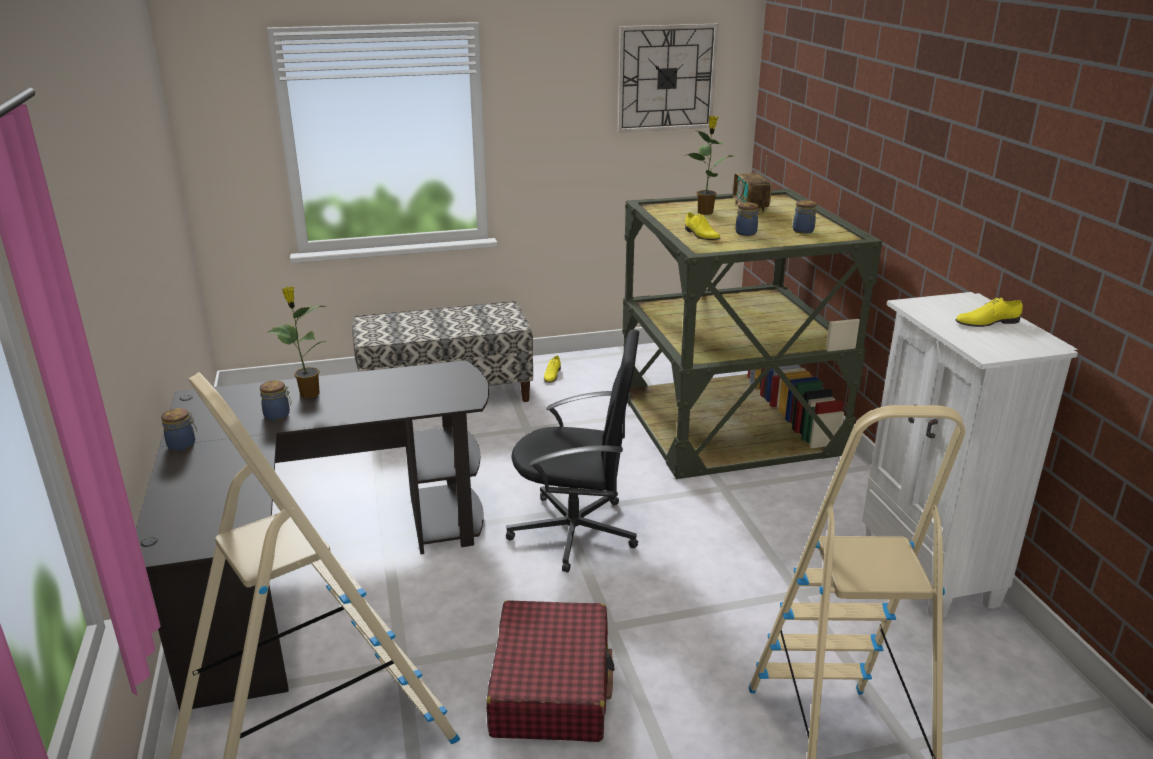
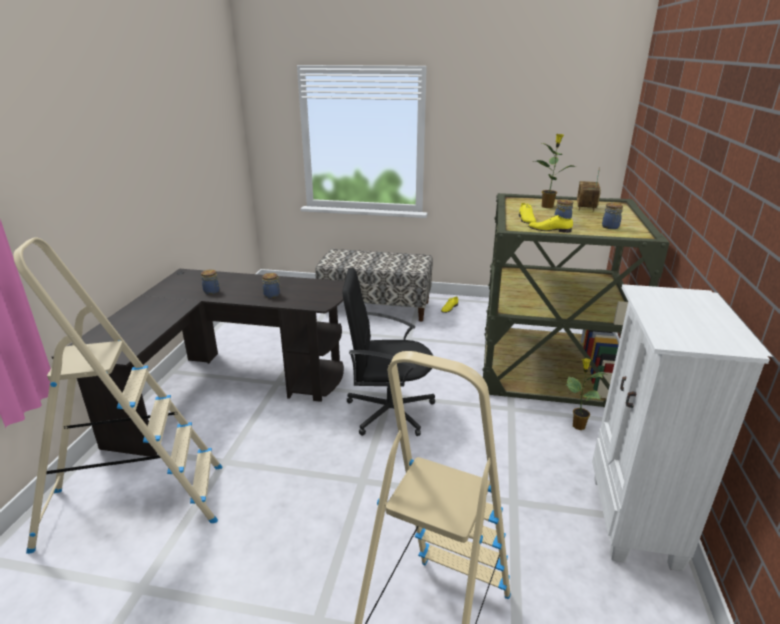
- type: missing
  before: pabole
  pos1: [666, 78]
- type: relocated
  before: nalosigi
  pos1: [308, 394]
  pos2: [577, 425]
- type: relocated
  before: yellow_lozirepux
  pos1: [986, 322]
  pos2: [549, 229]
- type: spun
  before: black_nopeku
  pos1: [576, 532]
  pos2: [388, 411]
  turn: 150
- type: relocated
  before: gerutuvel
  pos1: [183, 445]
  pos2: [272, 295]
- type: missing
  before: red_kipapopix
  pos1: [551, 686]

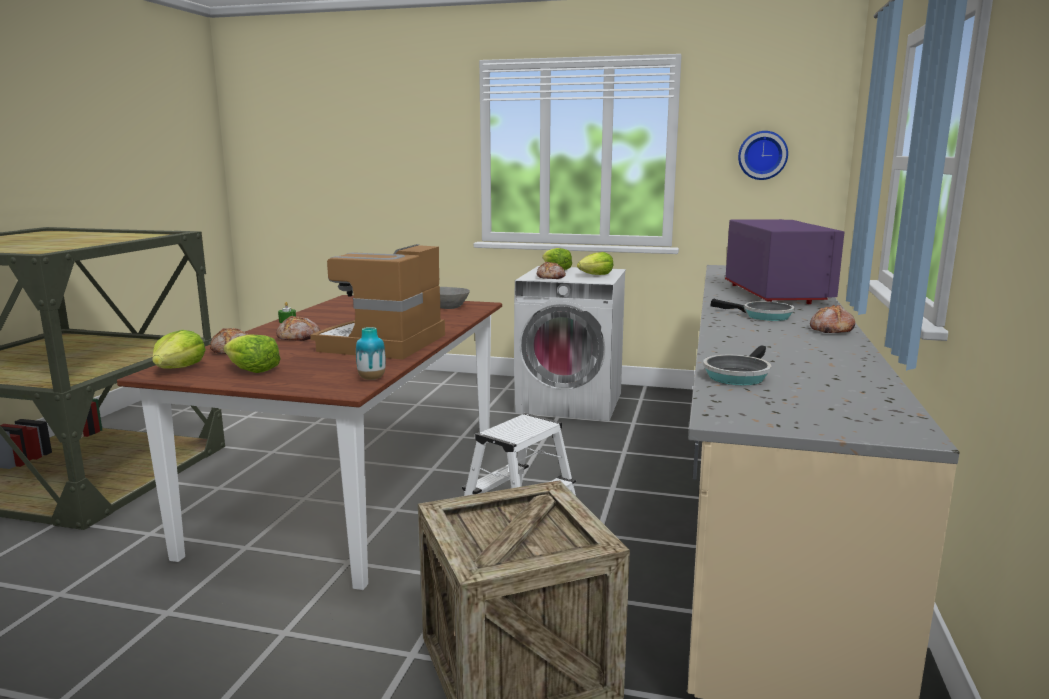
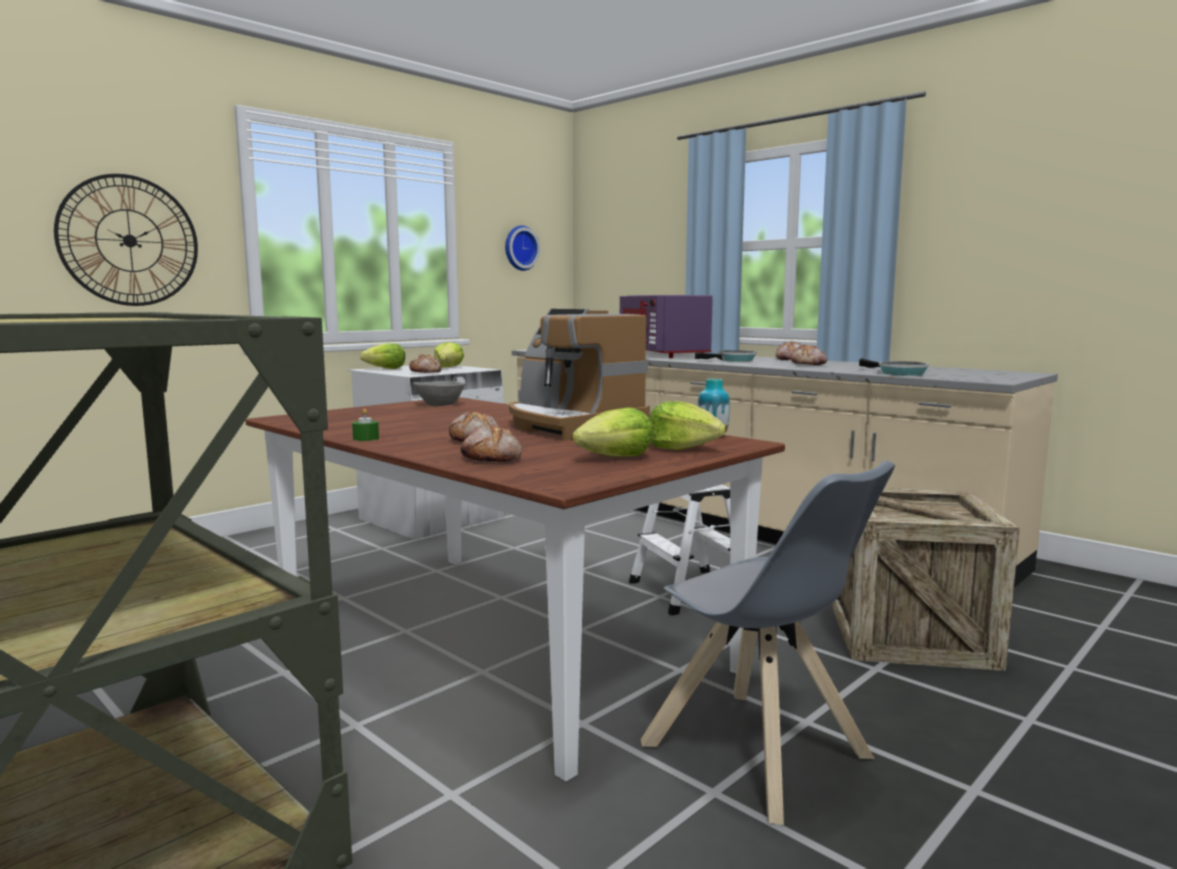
- type: spun
  before: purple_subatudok
  pos1: [775, 294]
  pos2: [664, 354]
  turn: -135
- type: relocated
  before: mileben
  pos1: [179, 368]
  pos2: [682, 448]
- type: appeared
  after: pabole
  pos2: [129, 241]
- type: appeared
  after: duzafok
  pos2: [809, 364]
- type: appeared
  after: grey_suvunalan
  pos2: [760, 754]

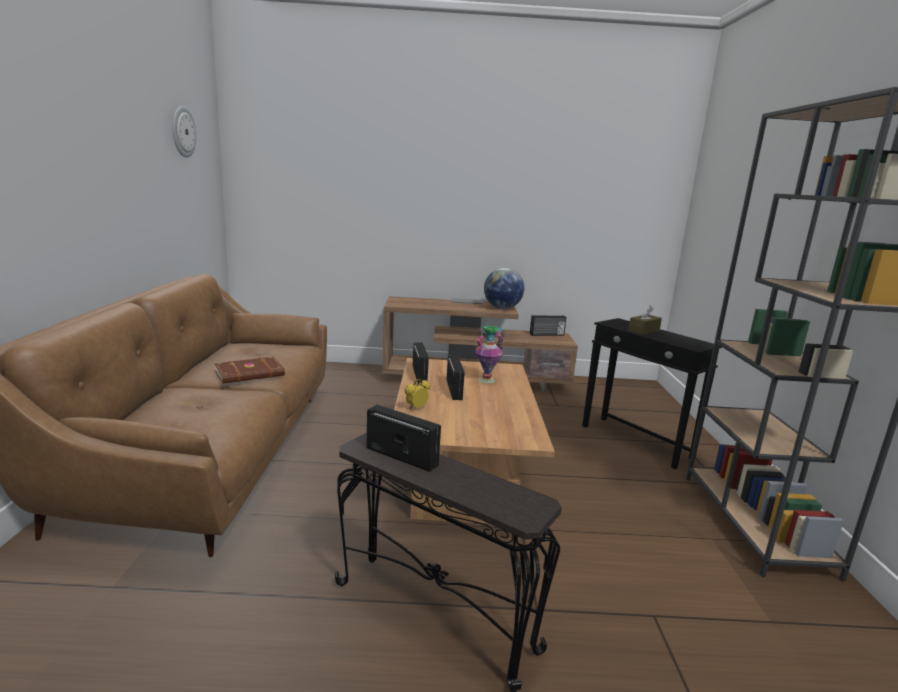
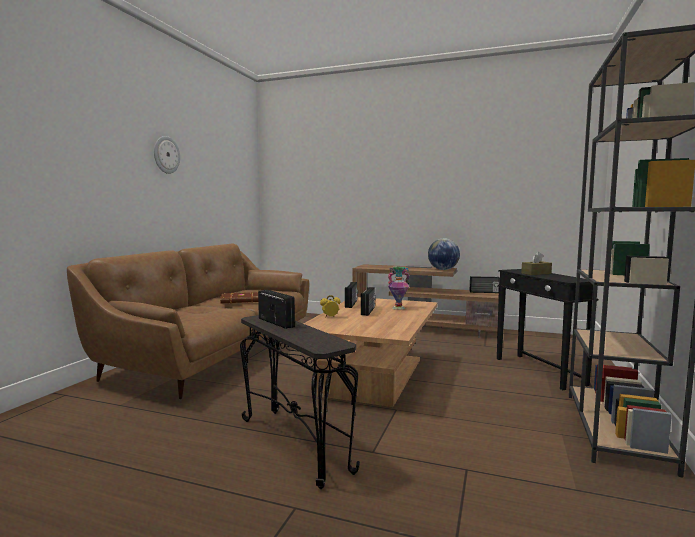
- type: relocated
  before: pabole
  pos1: [182, 132]
  pos2: [166, 155]

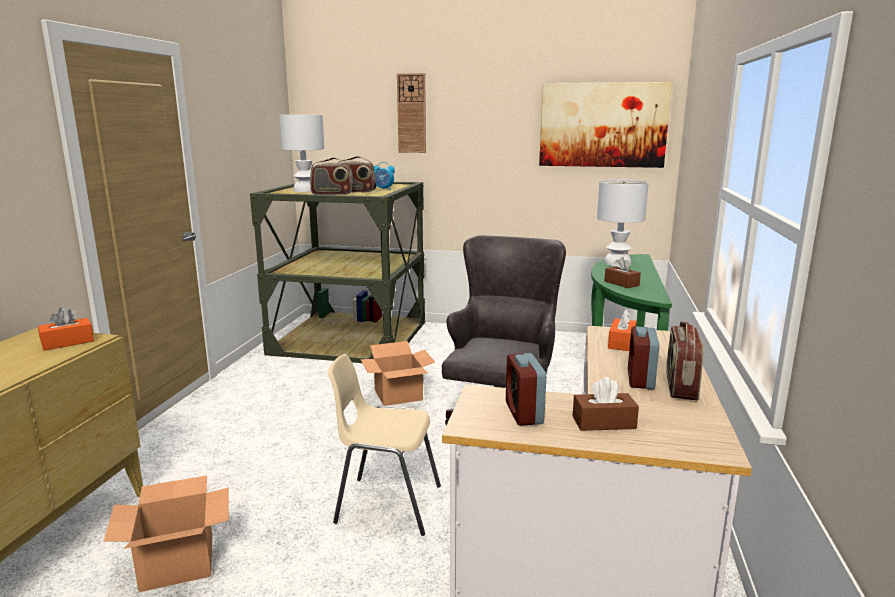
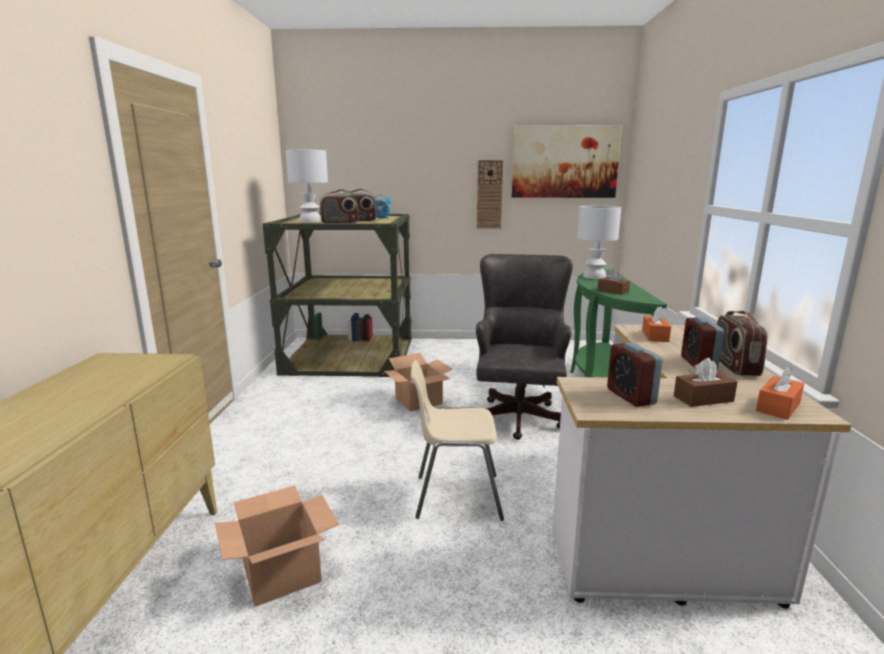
- type: relocated
  before: pabole
  pos1: [411, 113]
  pos2: [489, 194]
- type: relocated
  before: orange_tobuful
  pos1: [68, 342]
  pos2: [778, 407]

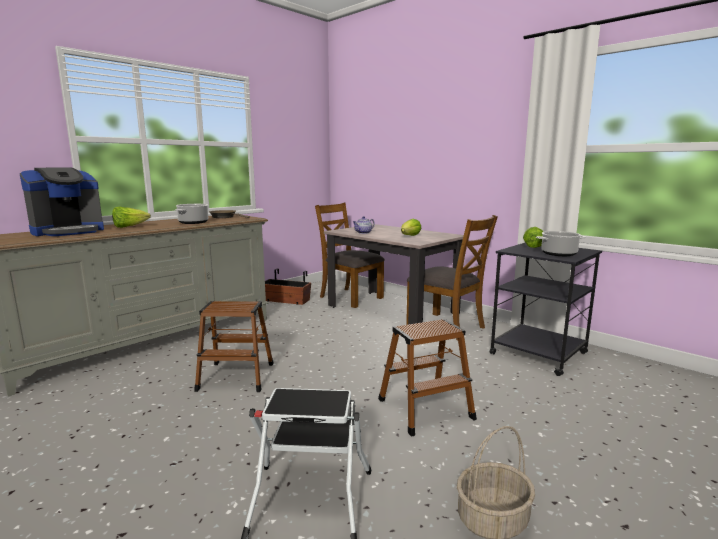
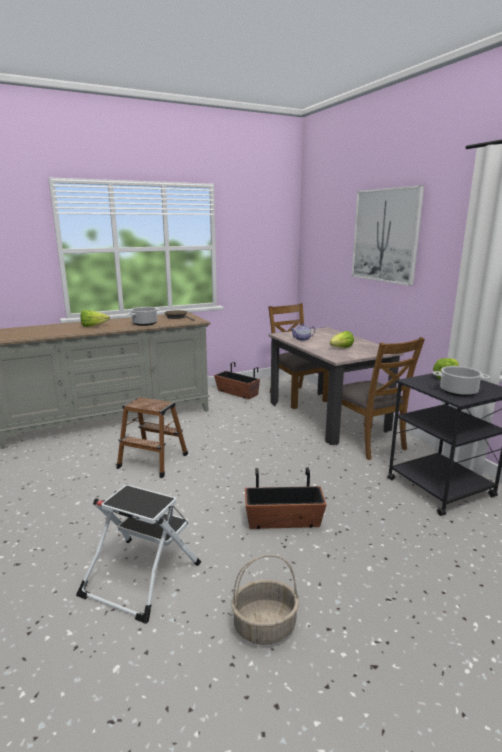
- type: missing
  before: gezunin
  pos1: [68, 231]
- type: exchanged
  before: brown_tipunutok
  after: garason
  pos1: [425, 408]
  pos2: [283, 520]
- type: appeared
  after: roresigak
  pos2: [385, 235]

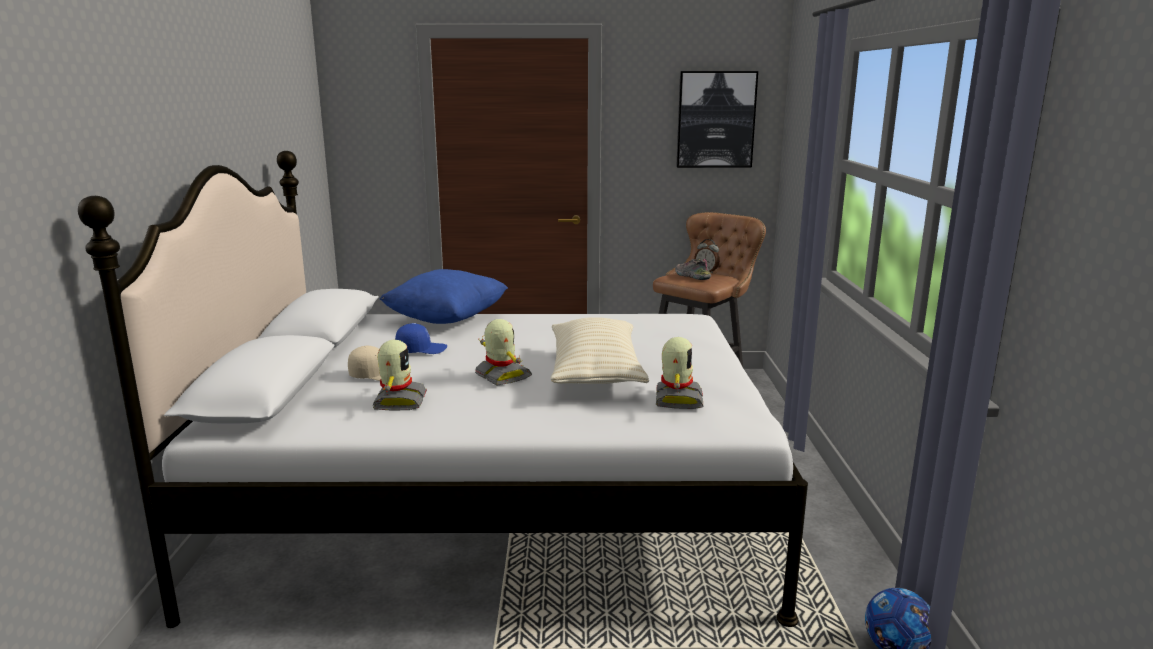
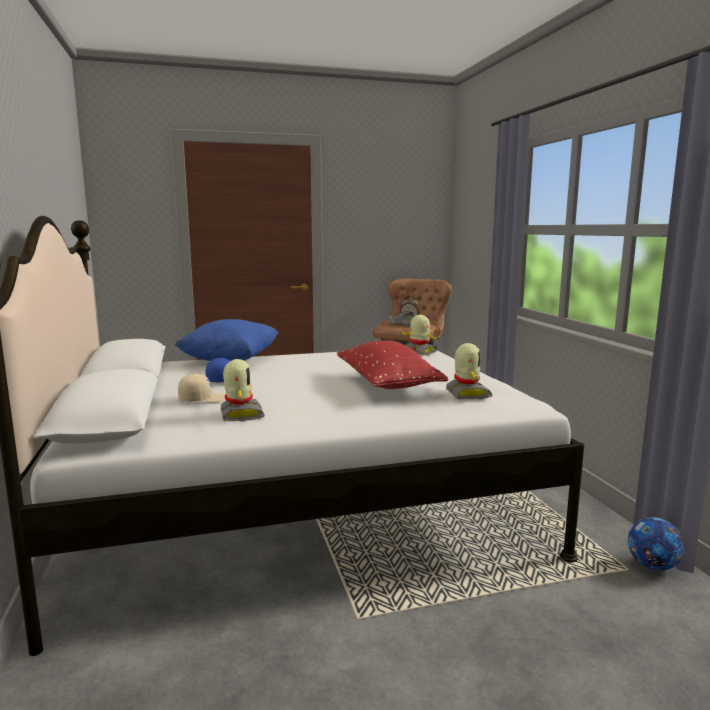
- type: missing
  before: roresigak
  pos1: [715, 120]
- type: colour
  before: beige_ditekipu
  after: red_ditekipu
  pos1: [595, 373]
  pos2: [387, 384]
- type: relocated
  before: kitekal
  pos1: [502, 376]
  pos2: [419, 352]

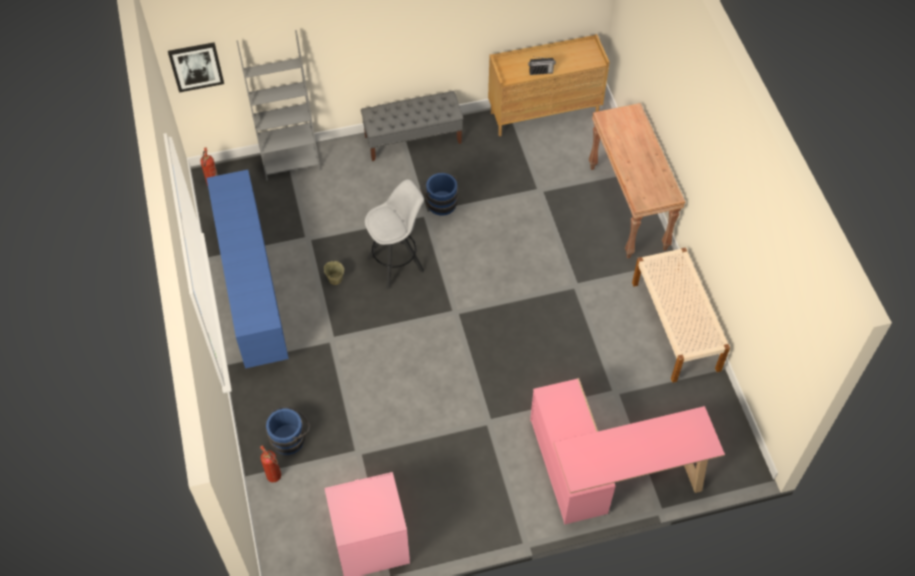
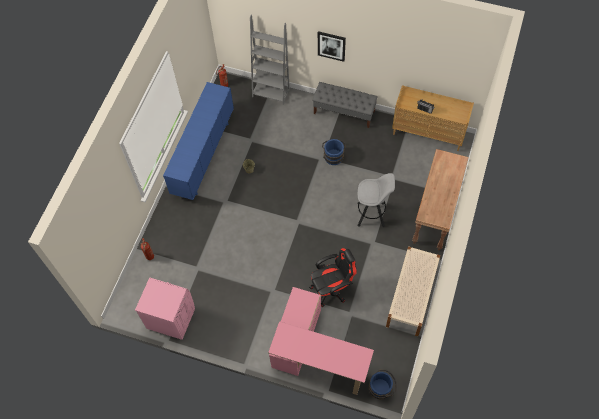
- type: relocated
  before: roresigak
  pos1: [196, 66]
  pos2: [331, 46]
- type: relocated
  before: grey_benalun
  pos1: [397, 264]
  pos2: [372, 214]
- type: relocated
  before: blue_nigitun
  pos1: [290, 437]
  pos2: [382, 388]
- type: appeared
  after: black_nopeku
  pos2: [332, 288]

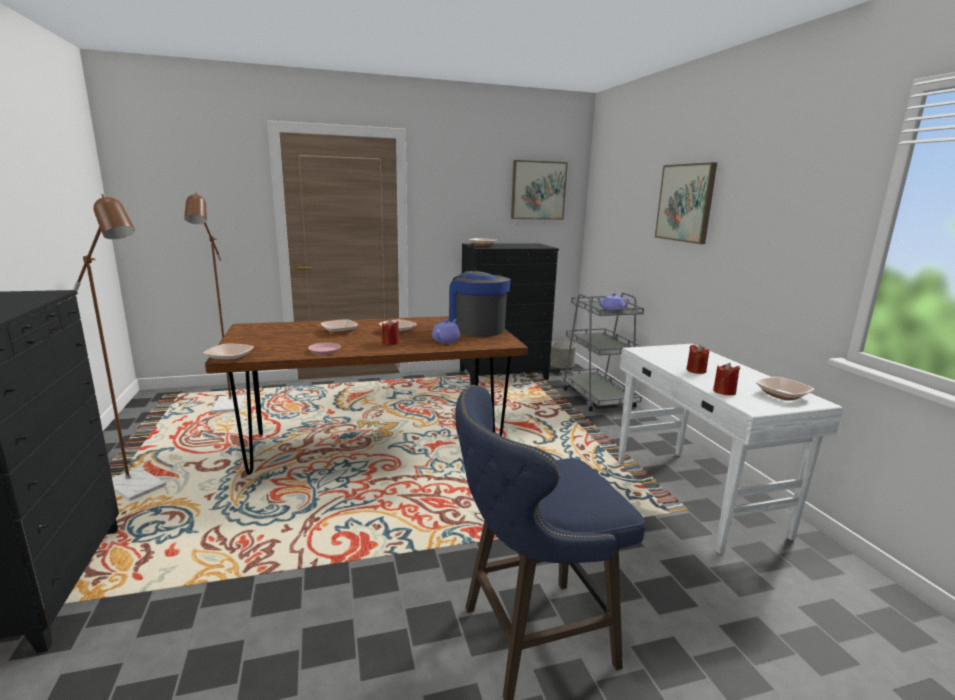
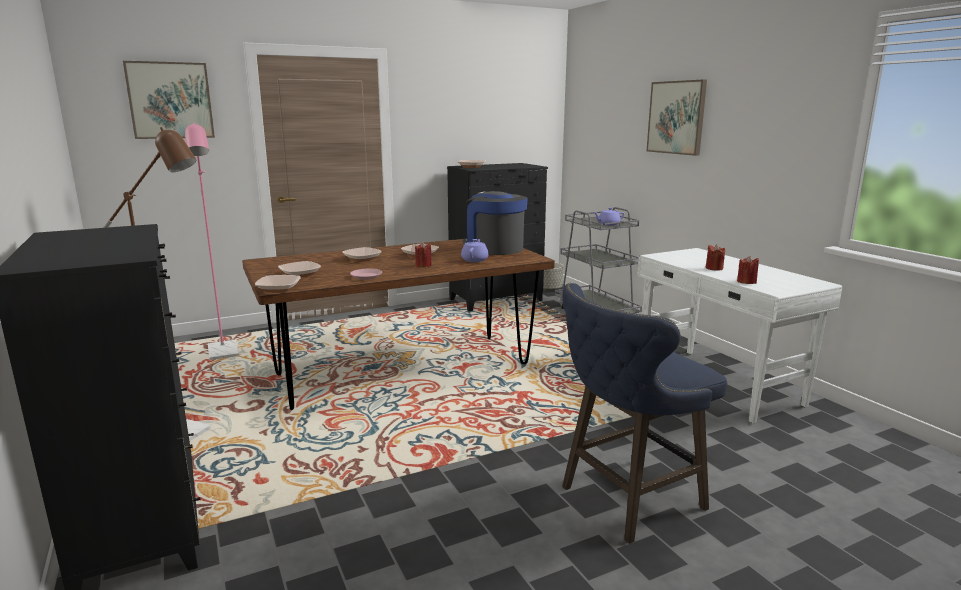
- type: relocated
  before: roresigak
  pos1: [538, 190]
  pos2: [170, 100]
- type: colour
  before: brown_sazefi
  after: pink_sazefi
  pos1: [227, 408]
  pos2: [224, 354]
- type: relocated
  before: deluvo
  pos1: [782, 395]
  pos2: [300, 274]

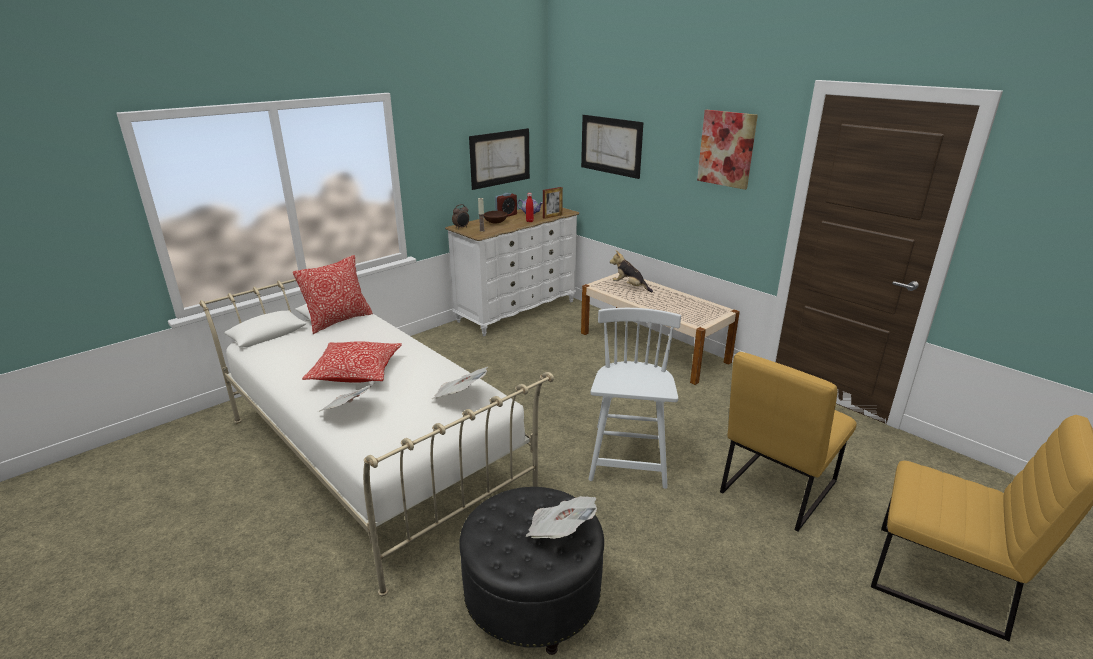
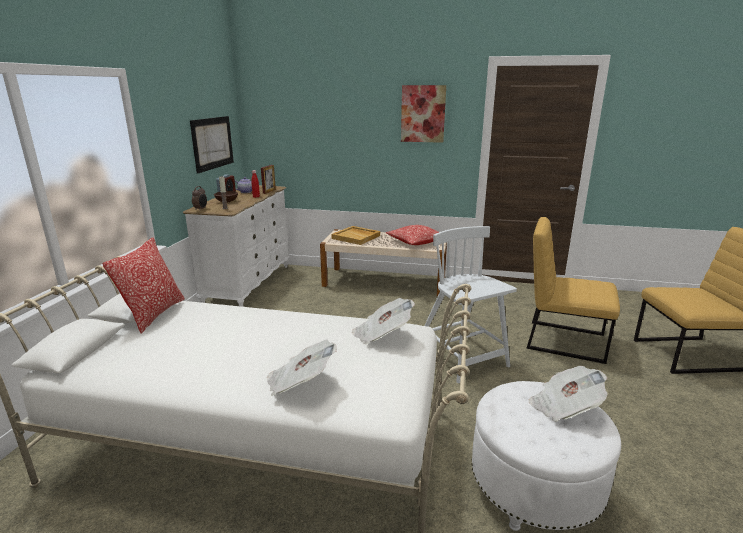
- type: missing
  before: roresigak
  pos1: [611, 145]
- type: exchanged
  before: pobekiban
  after: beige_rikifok
  pos1: [629, 287]
  pos2: [356, 237]
- type: relocated
  before: ditekipu
  pos1: [356, 373]
  pos2: [415, 242]
- type: spun
  before: yellow_suvunalan
  pos1: [776, 488]
  pos2: [563, 340]
  turn: 105
- type: colour
  before: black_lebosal
  after: white_lebosal
  pos1: [532, 601]
  pos2: [534, 488]

